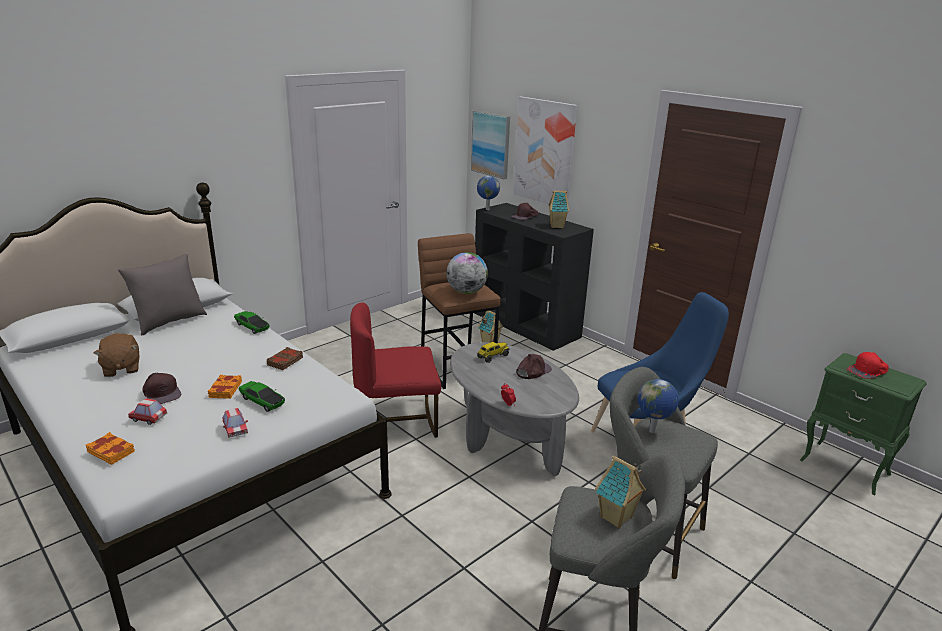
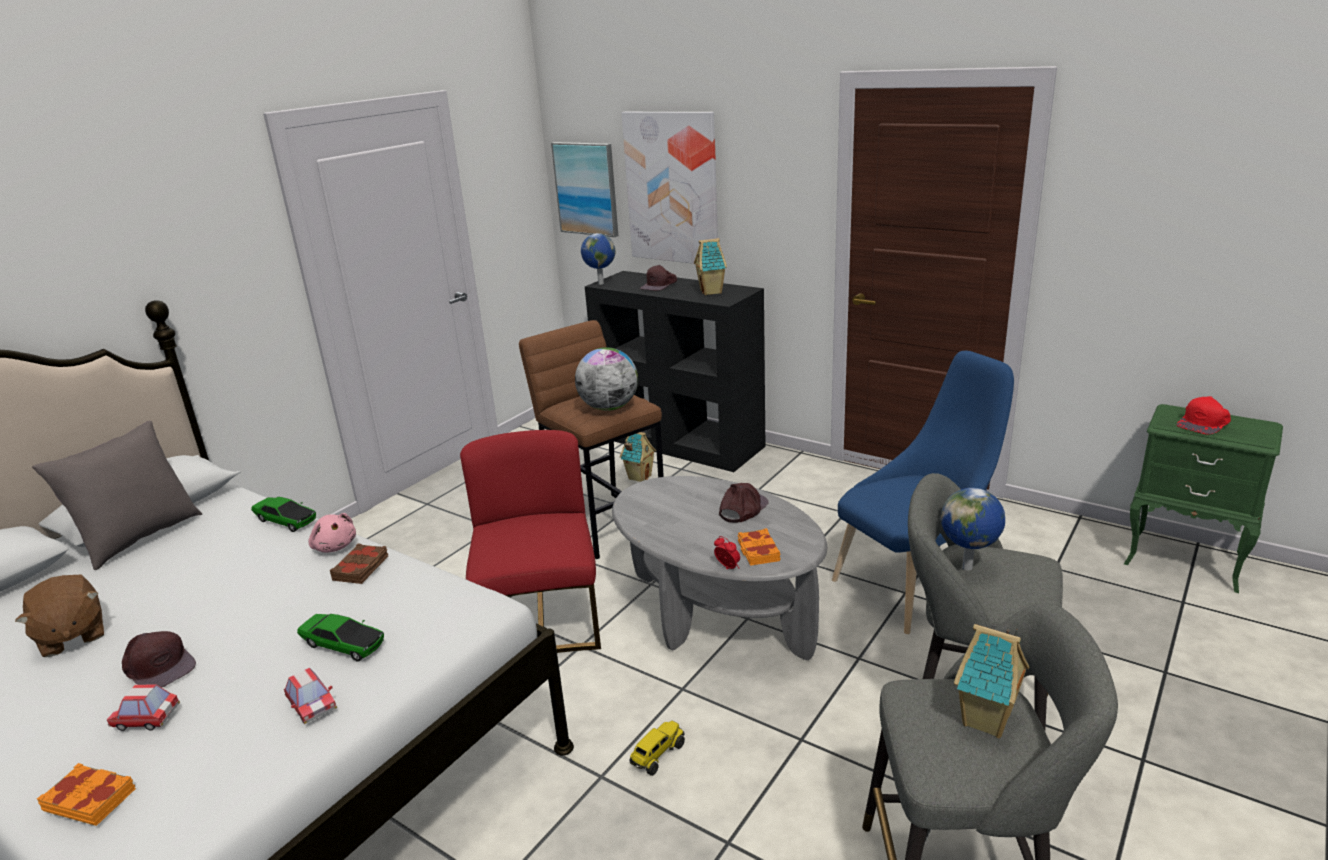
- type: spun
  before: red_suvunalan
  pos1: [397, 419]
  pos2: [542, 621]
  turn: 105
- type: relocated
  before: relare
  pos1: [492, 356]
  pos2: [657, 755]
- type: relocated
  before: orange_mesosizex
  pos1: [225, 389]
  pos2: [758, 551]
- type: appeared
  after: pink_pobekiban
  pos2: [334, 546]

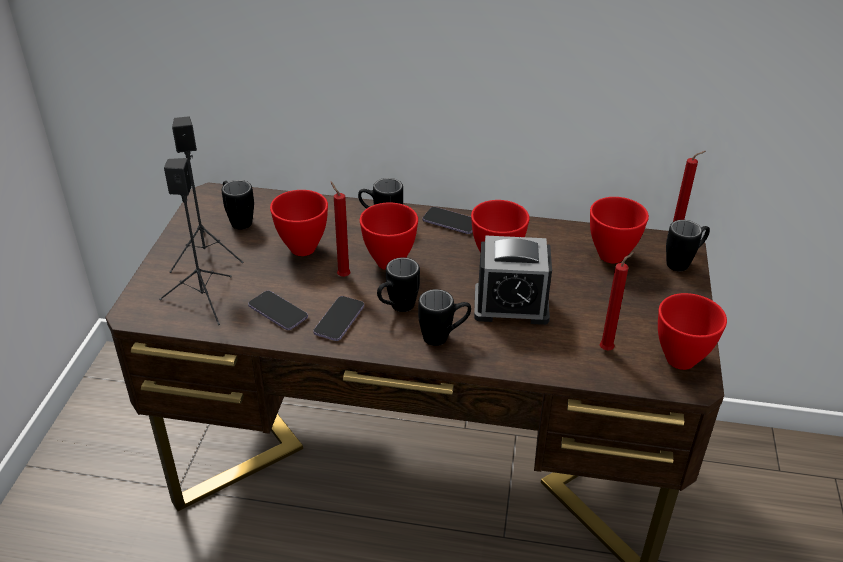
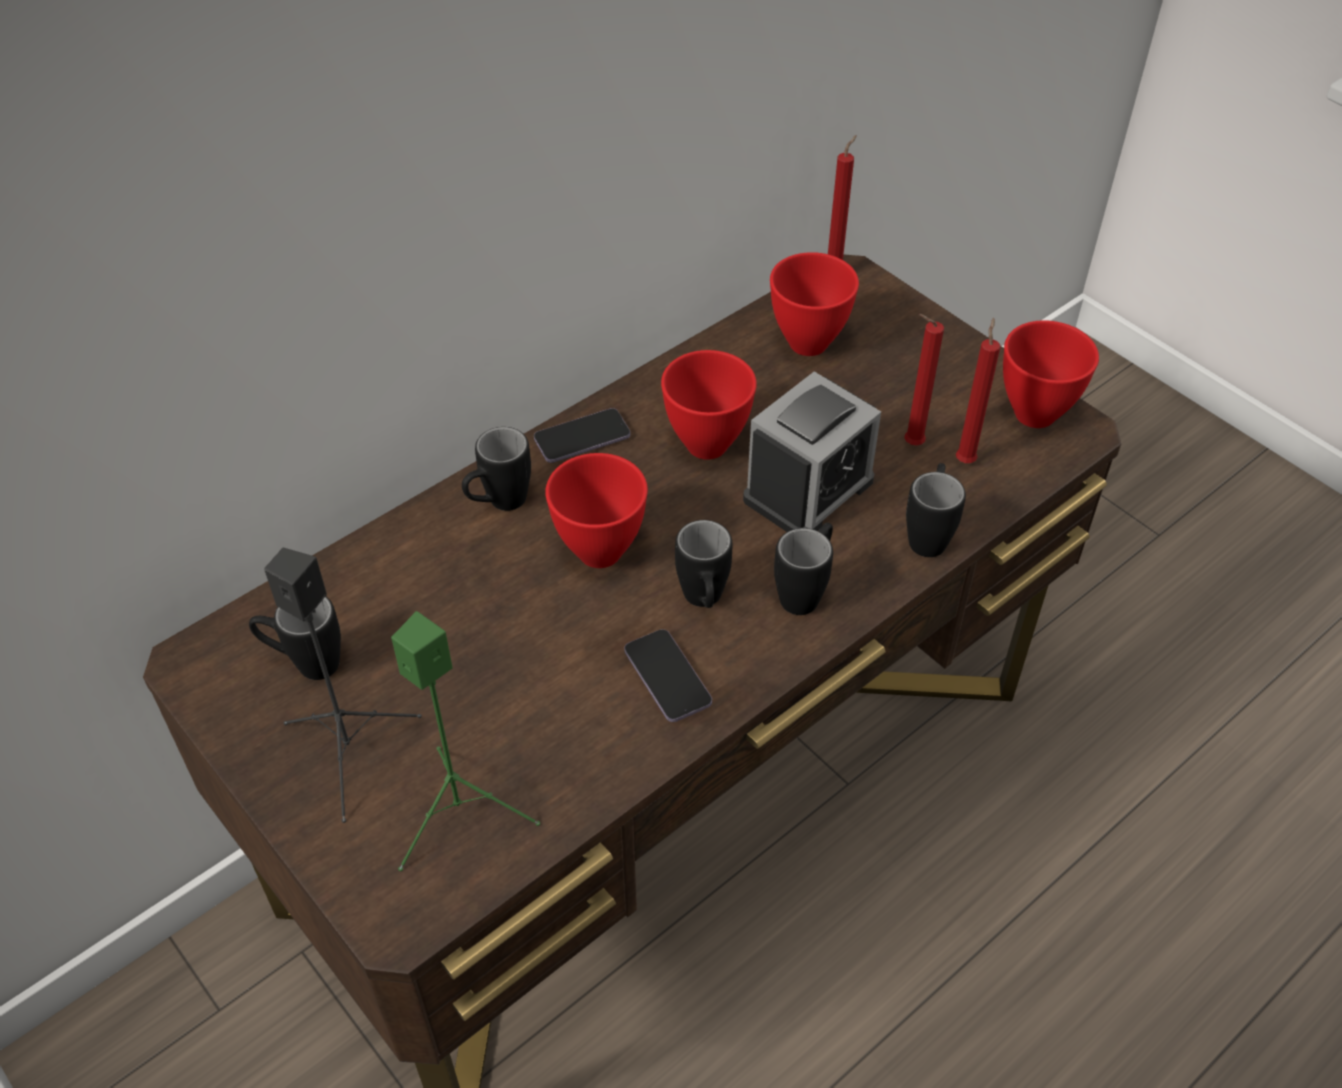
- type: colour
  before: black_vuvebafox
  after: green_vuvebafox
  pos1: [203, 299]
  pos2: [458, 811]
- type: relocated
  before: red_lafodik
  pos1: [342, 275]
  pos2: [910, 444]
- type: missing
  before: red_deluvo
  pos1: [301, 248]
- type: relocated
  before: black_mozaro
  pos1: [683, 262]
  pos2: [929, 533]
- type: missing
  before: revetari
  pos1: [278, 312]

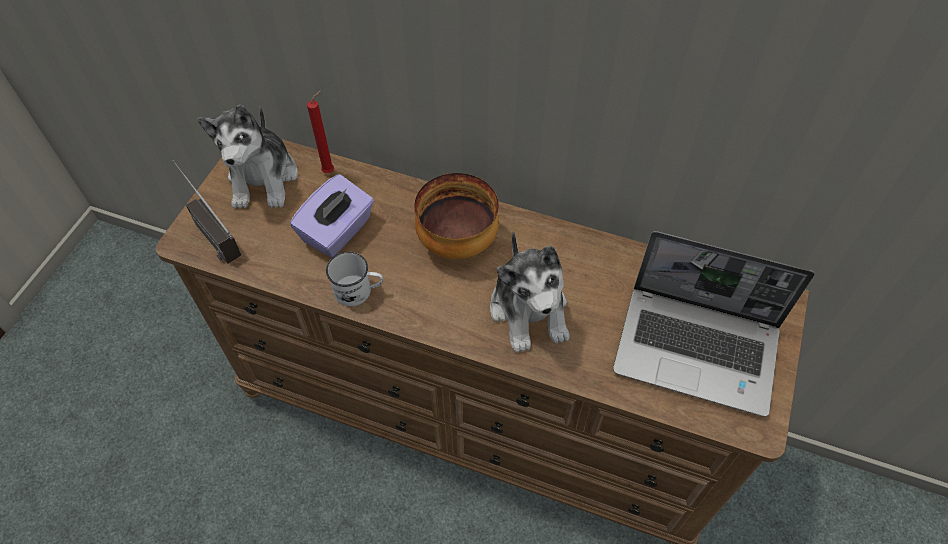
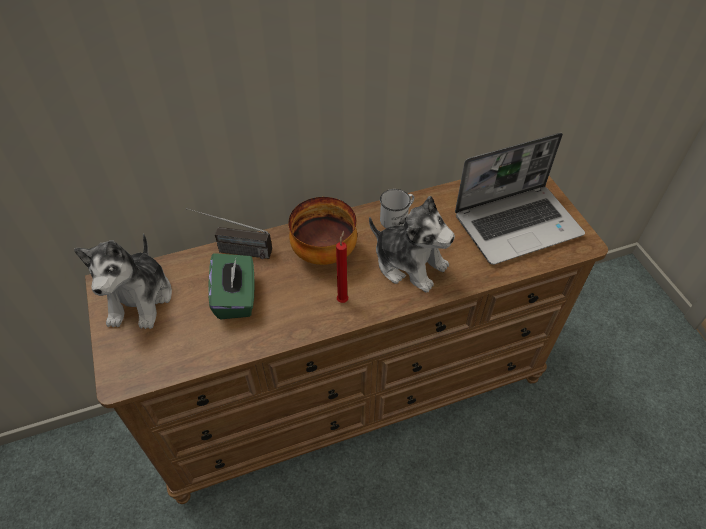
- type: relocated
  before: red_lafodik
  pos1: [330, 171]
  pos2: [343, 299]
- type: spun
  before: pobekiban
  pos1: [263, 178]
  pos2: [140, 298]
  turn: 45
- type: relocated
  before: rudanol
  pos1: [207, 230]
  pos2: [231, 250]
- type: colour
  before: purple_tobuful
  after: green_tobuful
  pos1: [338, 231]
  pos2: [236, 298]
- type: relocated
  before: white_mozaro
  pos1: [359, 291]
  pos2: [397, 218]

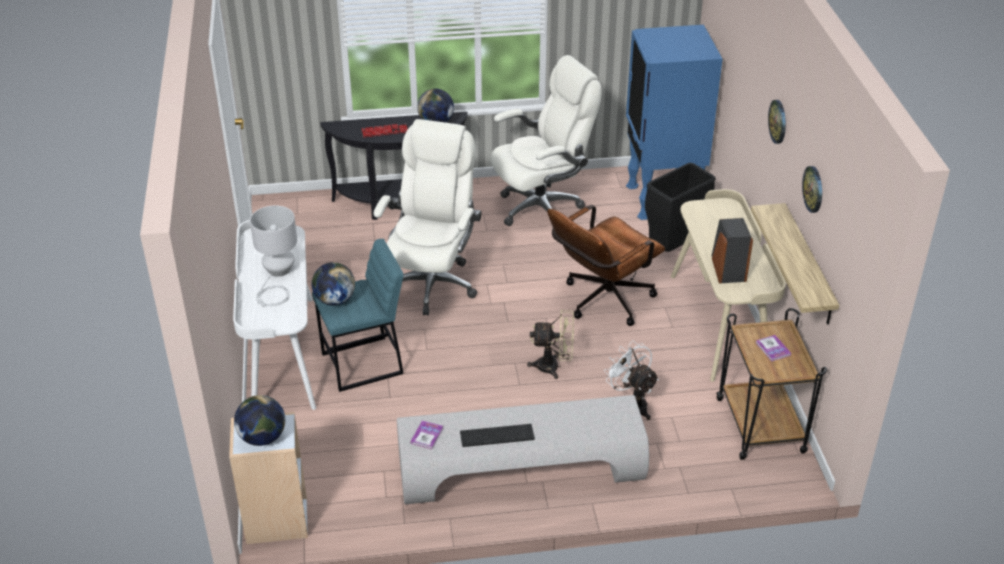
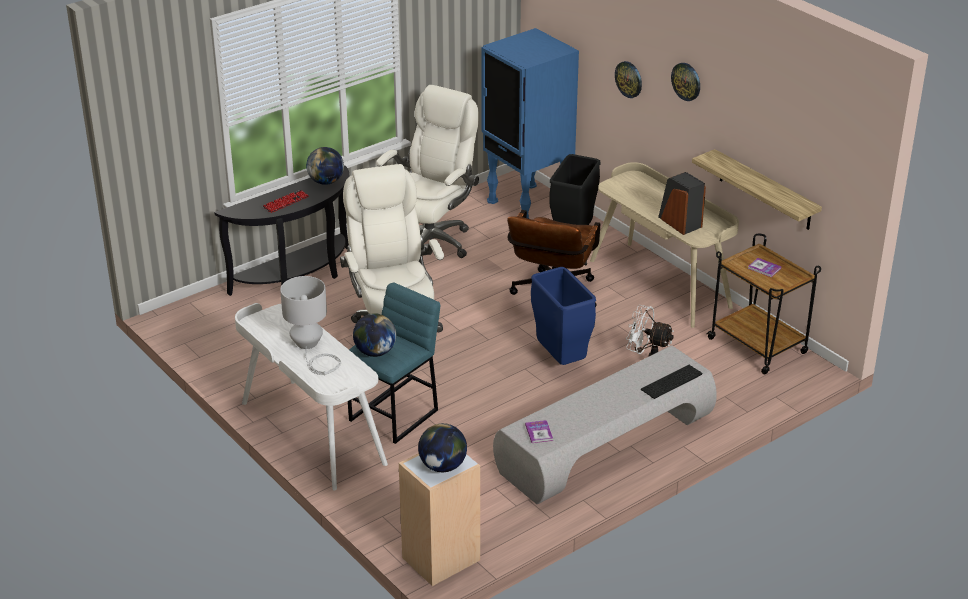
- type: relocated
  before: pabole
  pos1: [813, 189]
  pos2: [629, 79]
- type: exchanged
  before: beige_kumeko
  after: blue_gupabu
  pos1: [554, 367]
  pos2: [560, 360]
- type: relocated
  before: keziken
  pos1: [496, 436]
  pos2: [672, 382]

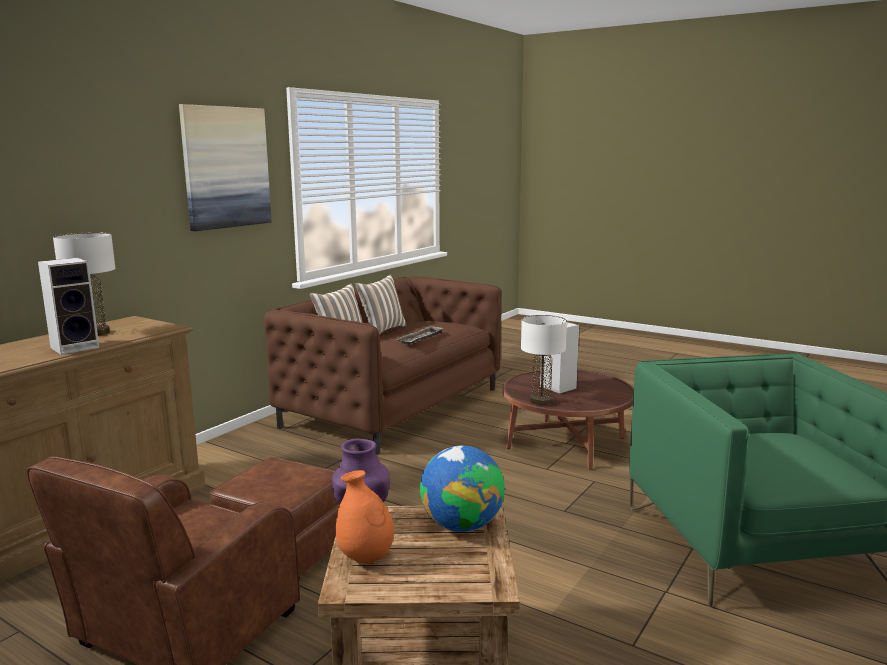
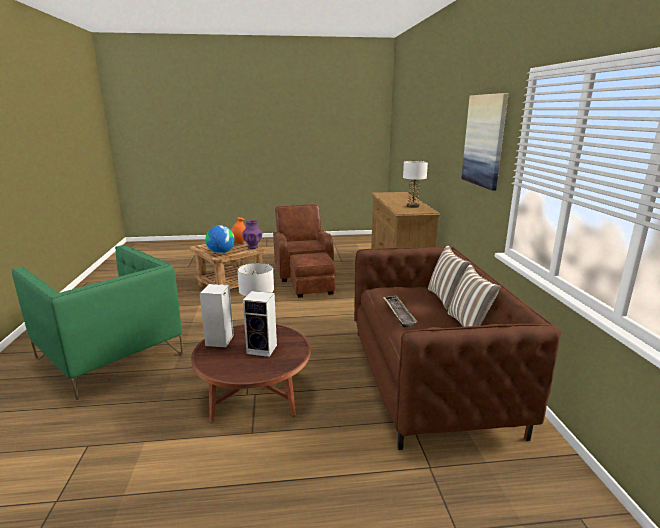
- type: relocated
  before: vuvebafox
  pos1: [76, 347]
  pos2: [220, 341]

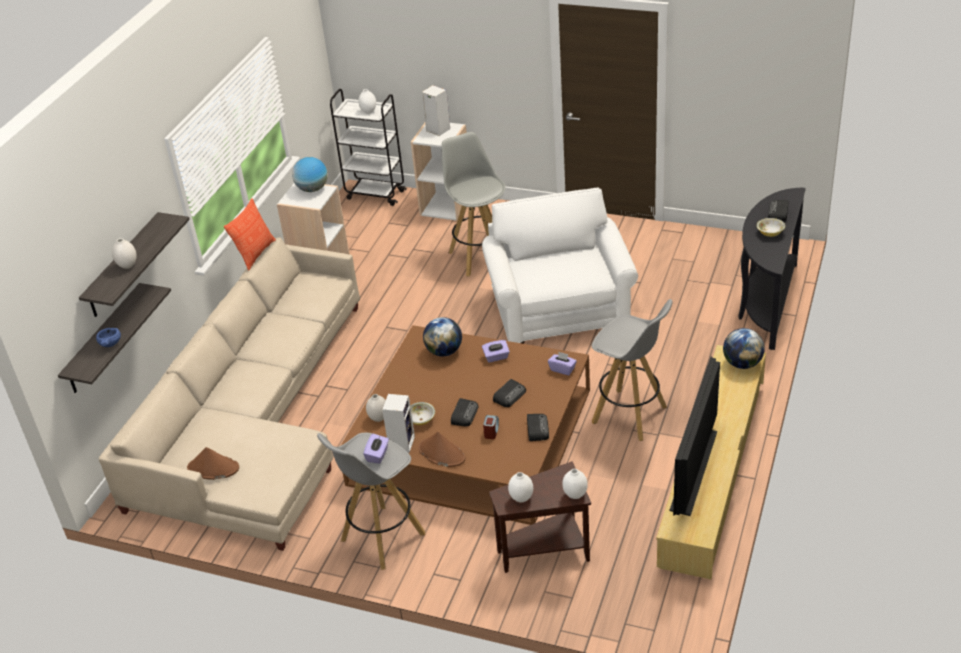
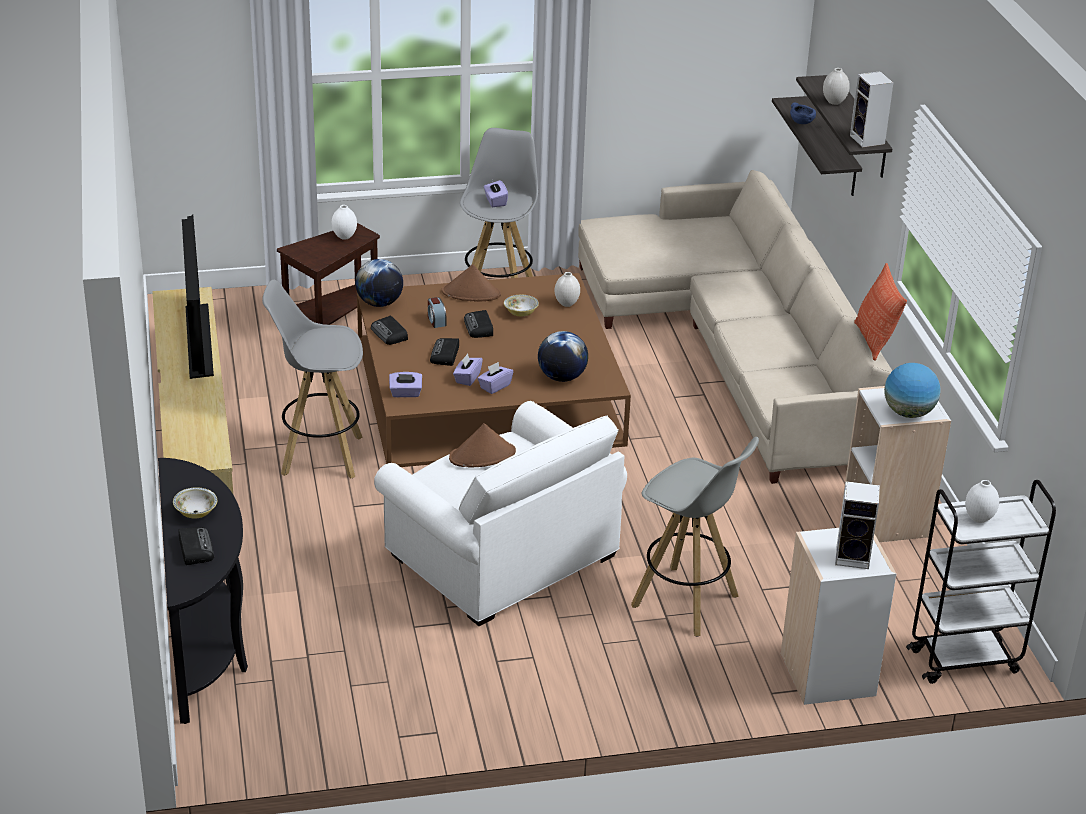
- type: relocated
  before: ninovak
  pos1: [742, 363]
  pos2: [379, 303]
- type: relocated
  before: vuvebafox
  pos1: [401, 442]
  pos2: [868, 140]
- type: relocated
  before: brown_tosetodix
  pos1: [213, 468]
  pos2: [482, 455]
- type: missing
  before: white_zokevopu
  pos1: [575, 495]
- type: appeared
  after: purple_tobuful
  pos2: [467, 378]

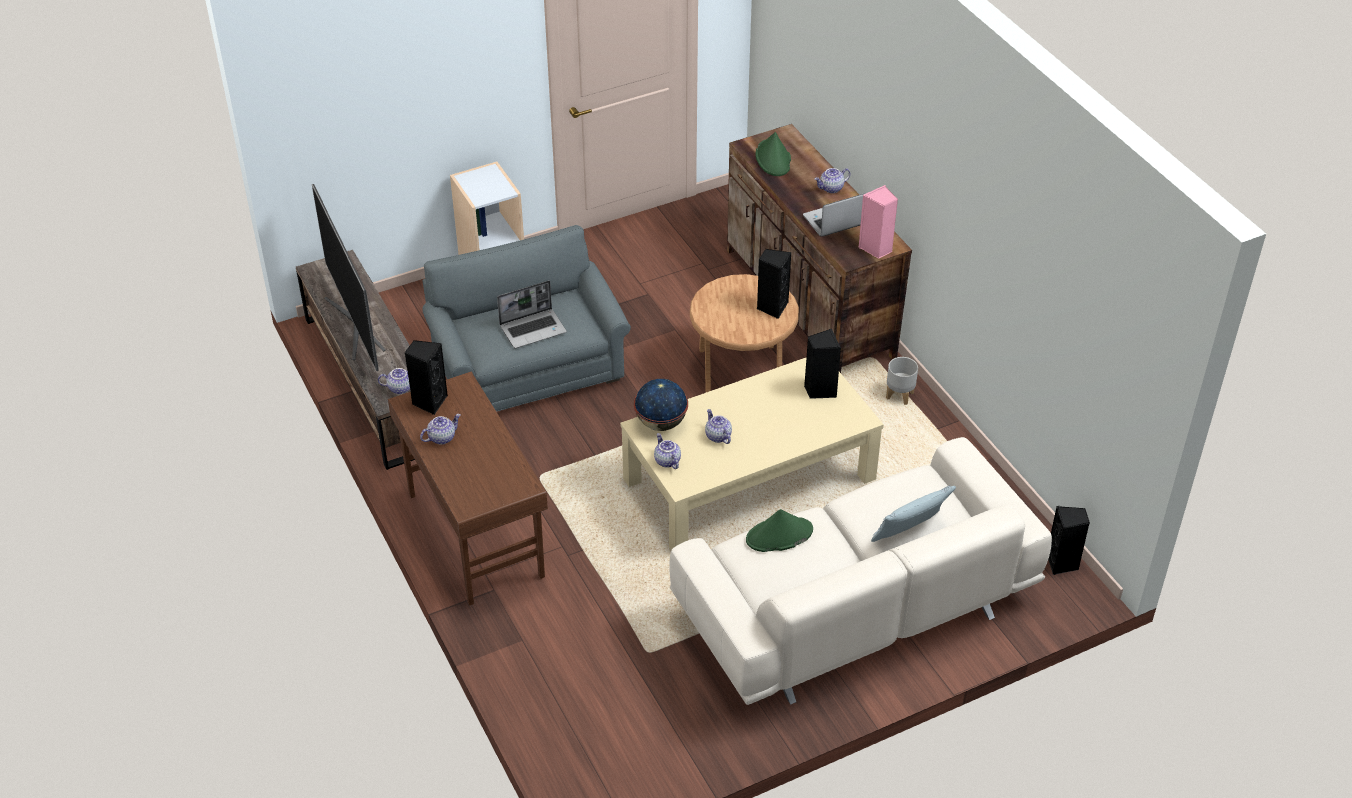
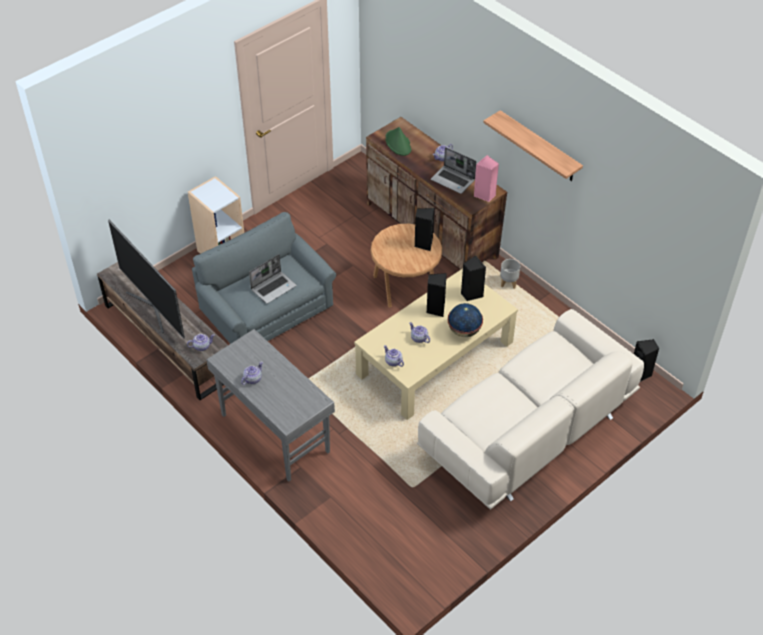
- type: spun
  before: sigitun
  pos1: [836, 221]
  pos2: [453, 180]
  turn: -105
- type: relocated
  before: black_vuvebafox
  pos1: [429, 402]
  pos2: [435, 309]
- type: colour
  before: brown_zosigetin
  after: grey_zosigetin
  pos1: [474, 535]
  pos2: [274, 433]
- type: relocated
  before: ninovak
  pos1: [661, 423]
  pos2: [464, 331]
- type: missing
  before: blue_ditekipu
  pos1: [910, 531]
- type: missing
  before: green_tosetodix
  pos1: [779, 535]
- type: appeared
  after: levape
  pos2: [539, 147]

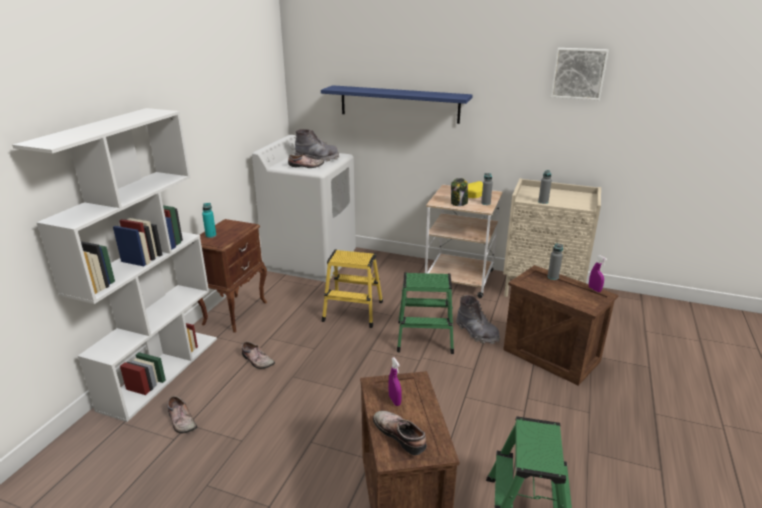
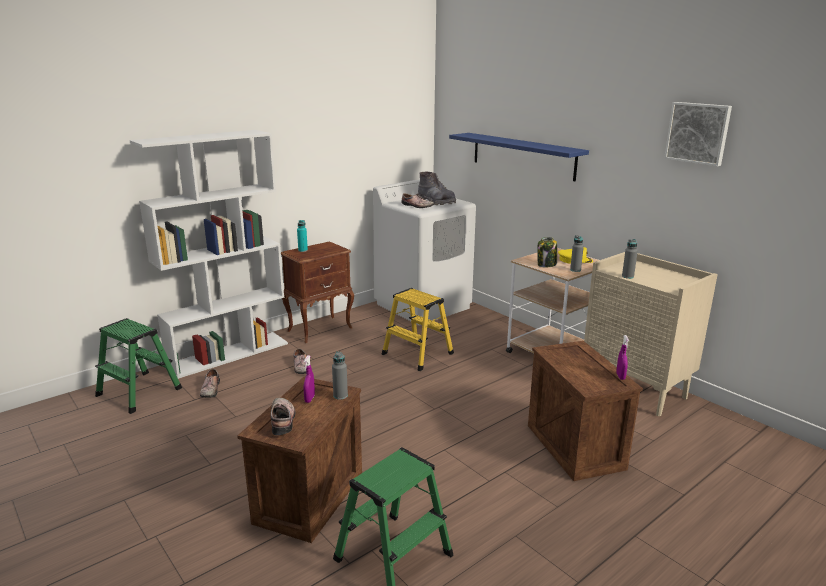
- type: relocated
  before: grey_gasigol
  pos1: [553, 277]
  pos2: [340, 395]
- type: relocated
  before: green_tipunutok
  pos1: [425, 336]
  pos2: [139, 392]
- type: missing
  before: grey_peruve
  pos1: [477, 333]

